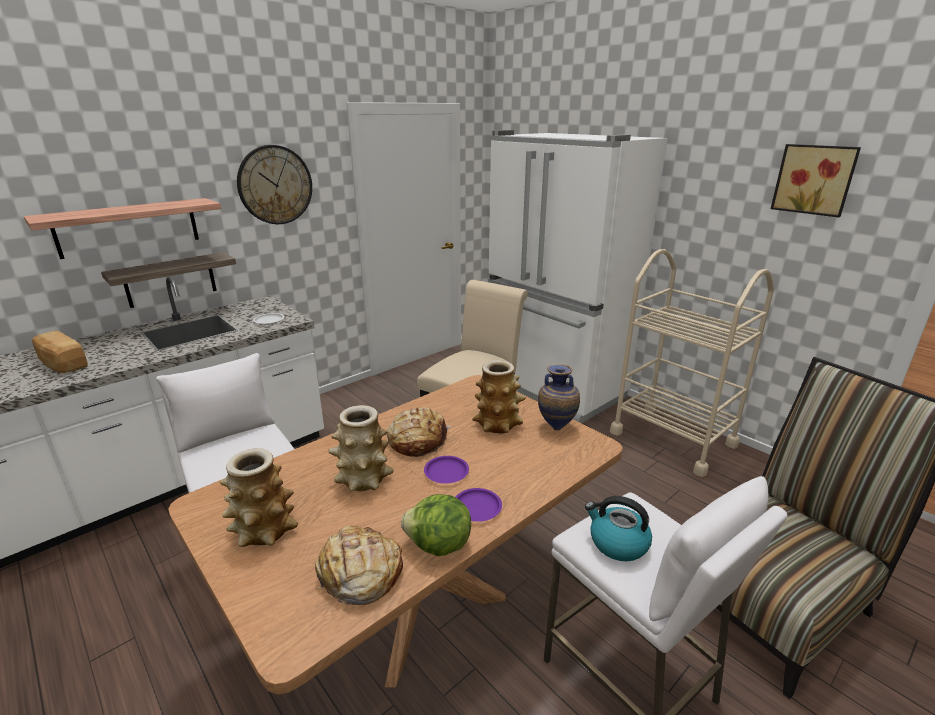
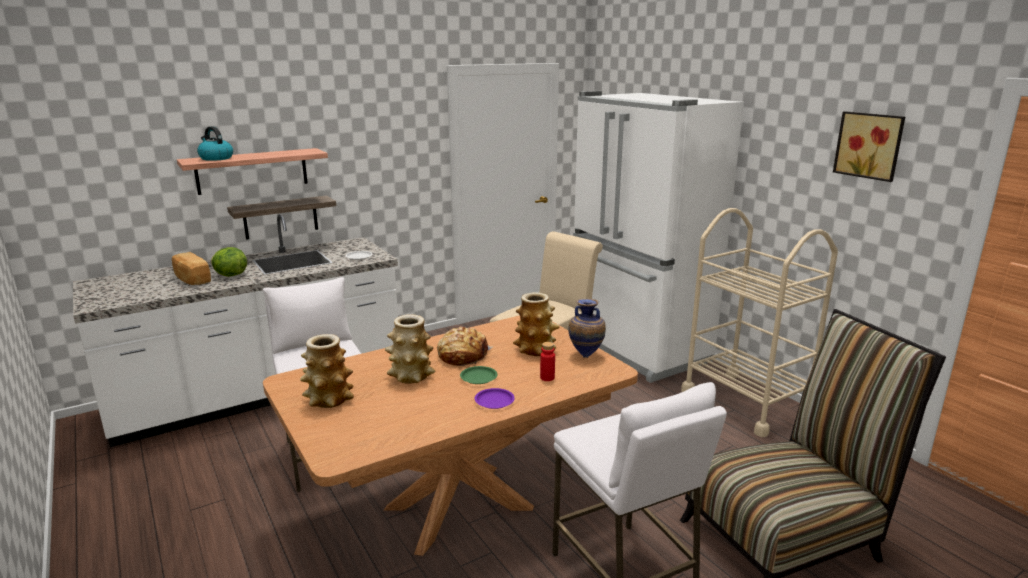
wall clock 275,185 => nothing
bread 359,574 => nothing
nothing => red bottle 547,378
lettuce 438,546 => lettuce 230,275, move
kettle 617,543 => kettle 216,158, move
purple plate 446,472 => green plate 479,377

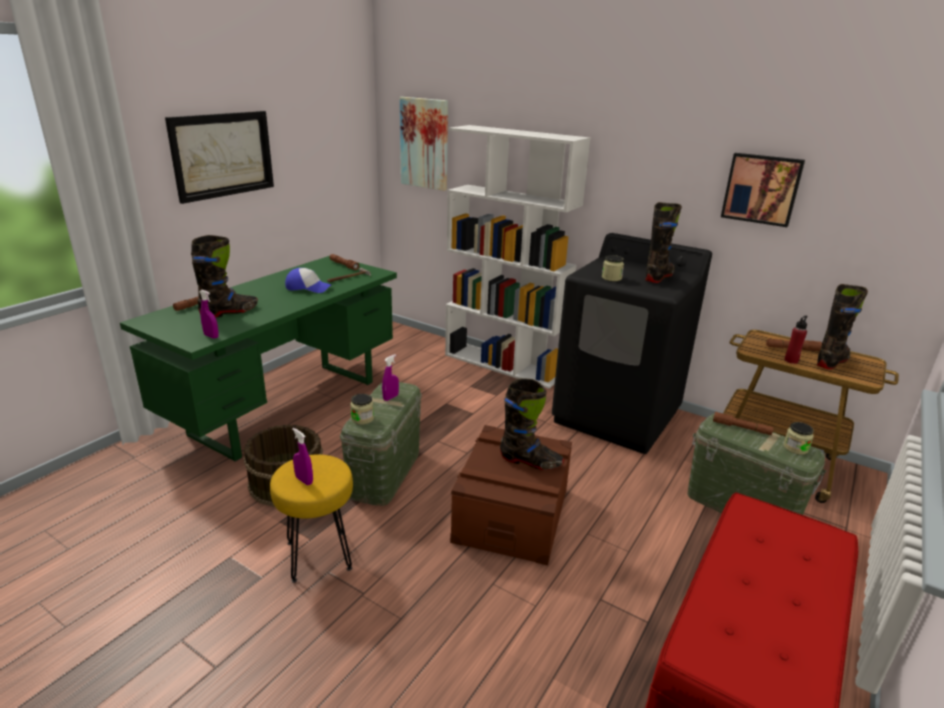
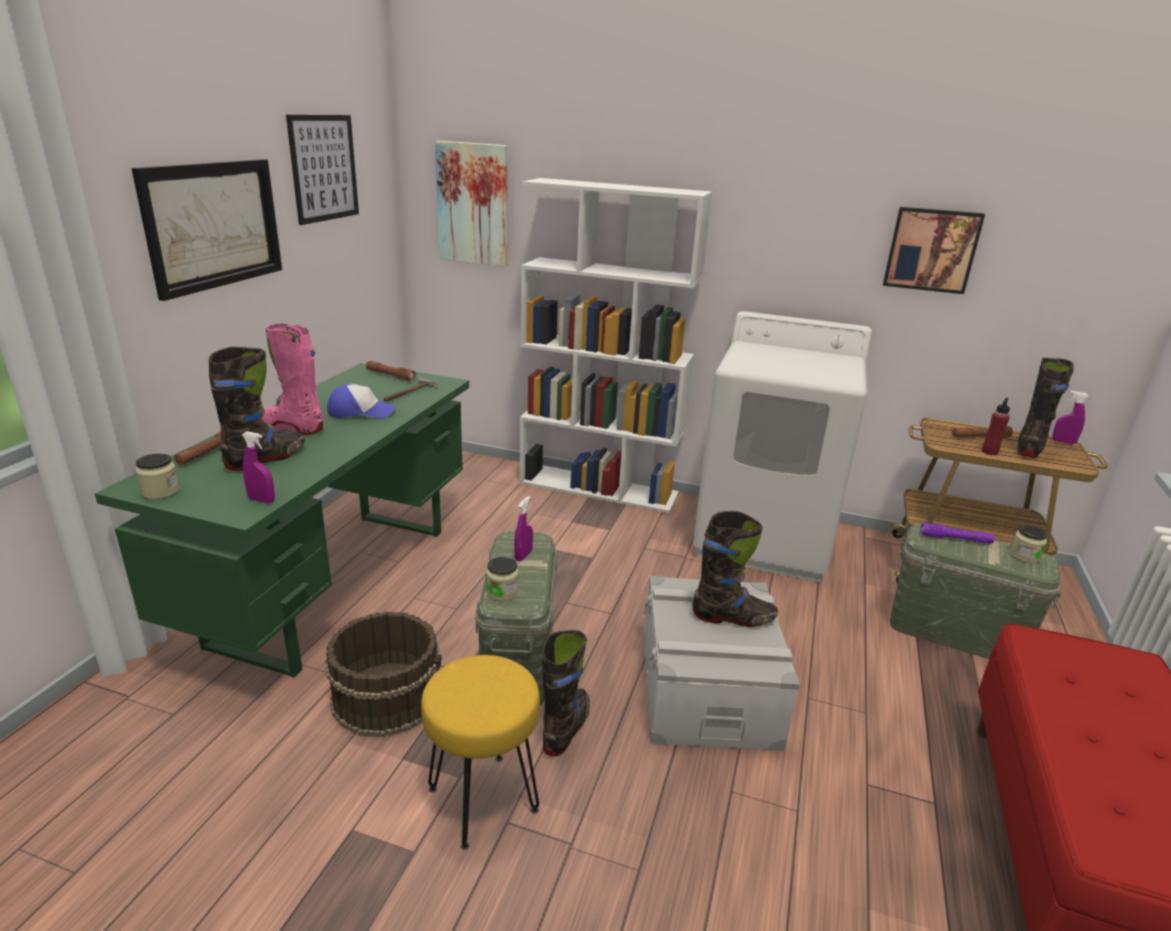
nothing => pink boot 290,427
nothing => picture 324,168
purple spray bottle 304,480 => purple spray bottle 1063,442, move
jar 611,278 => jar 160,491, move
black boot 659,277 => black boot 566,728, move
brown storage box 512,514 => grey storage box 707,689
black washing machine 617,416 => white washing machine 764,538
brown flashlight 741,428 => purple flashlight 955,539

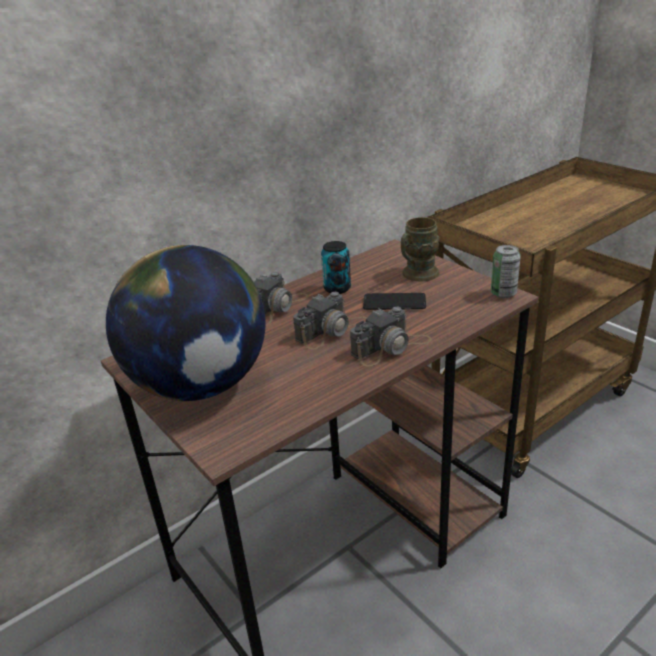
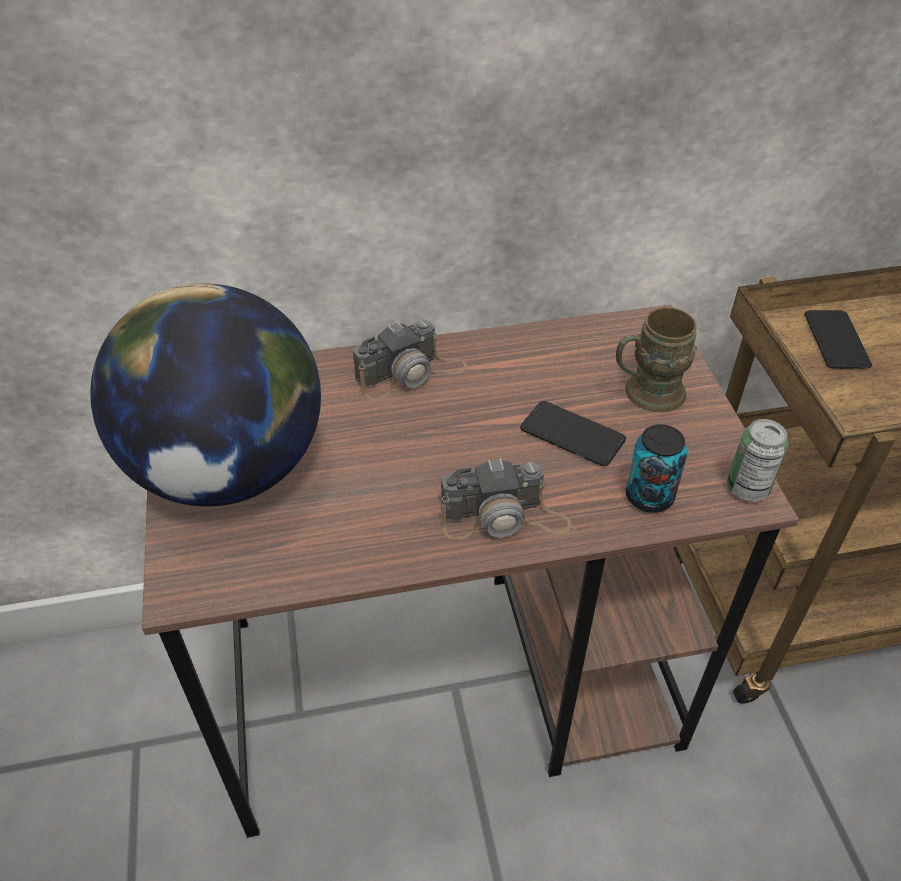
photo camera 332,330 => nothing
nothing => phone 836,340
can 337,288 => can 649,496, move

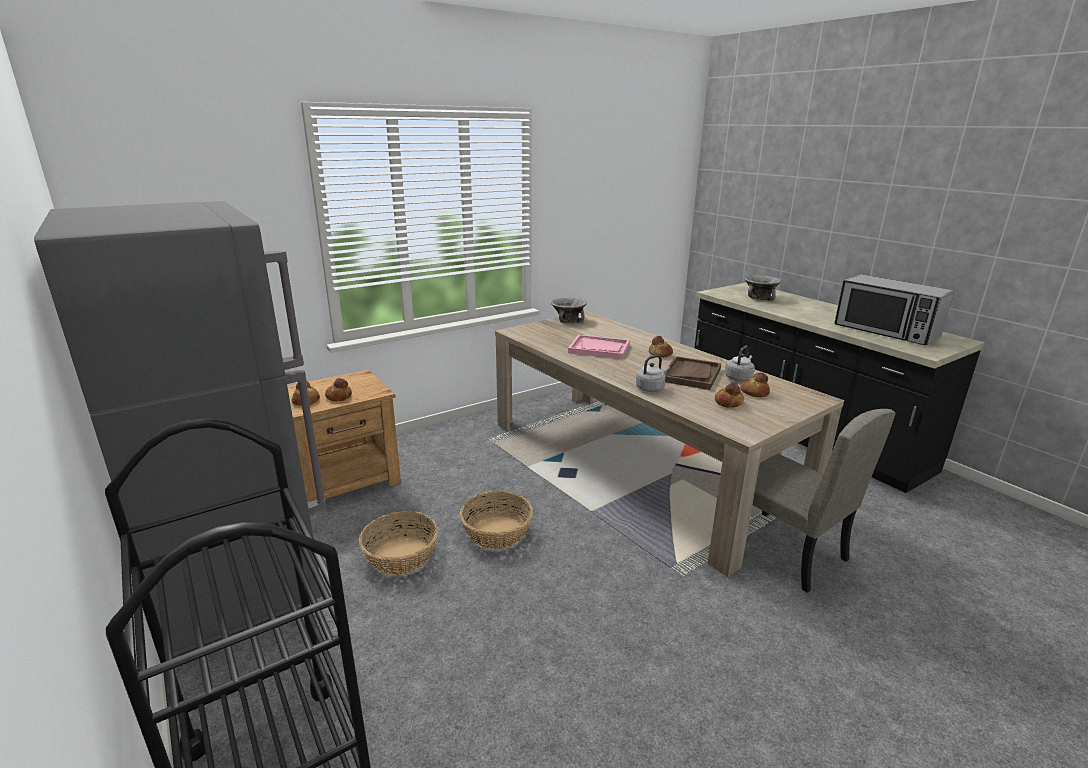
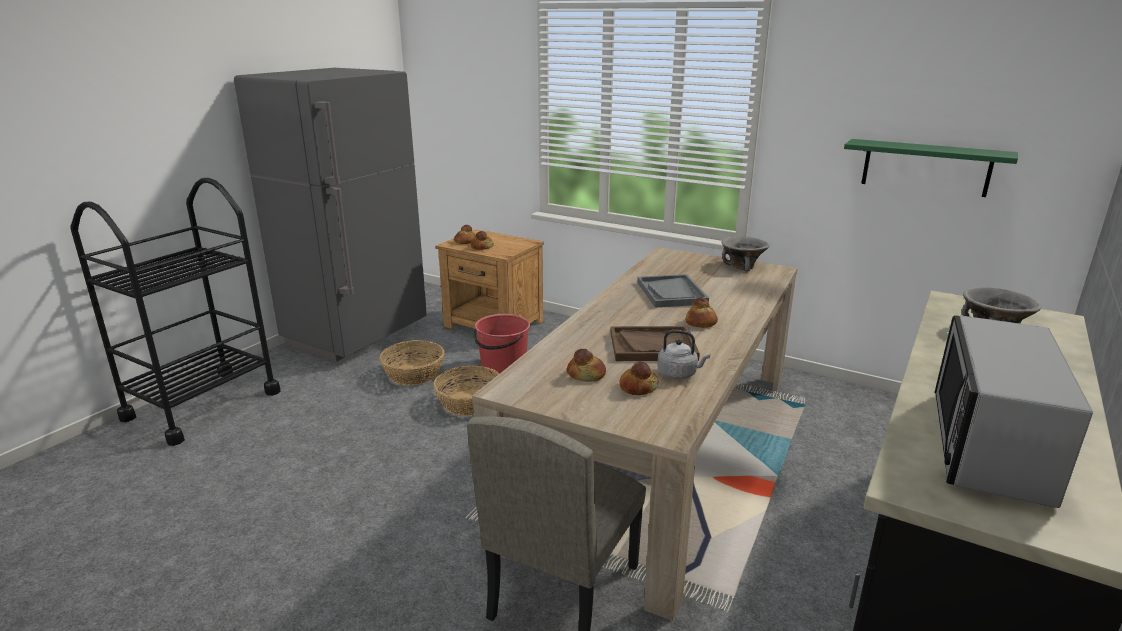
grey kettle 651,388 => nothing
nothing => red bucket 503,366
nothing => green shelf 925,167
pink tray 599,348 => grey tray 671,293

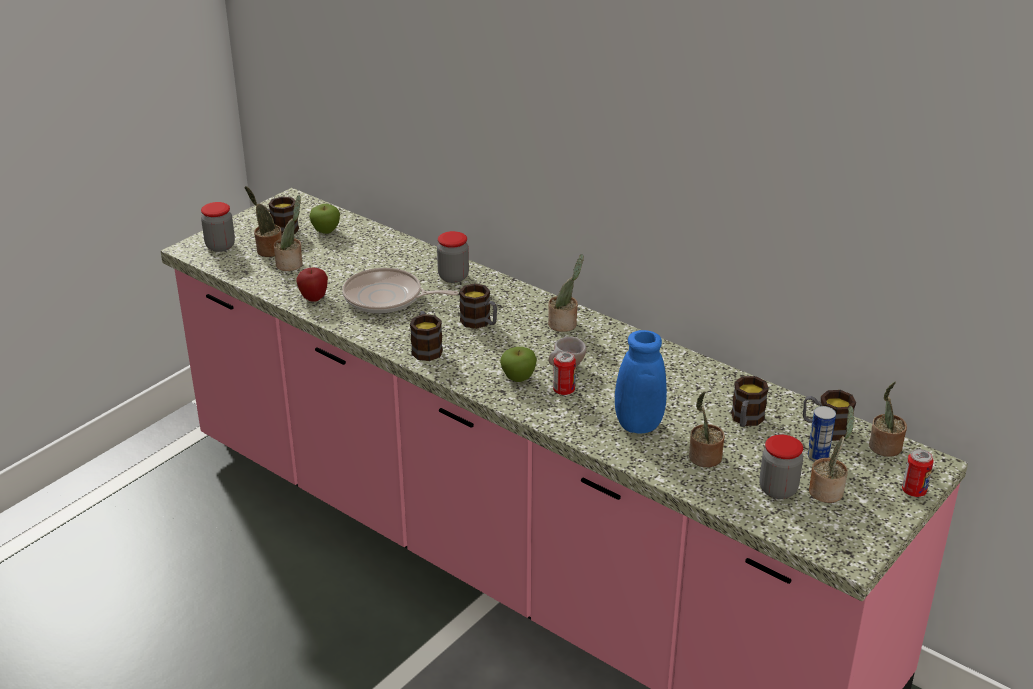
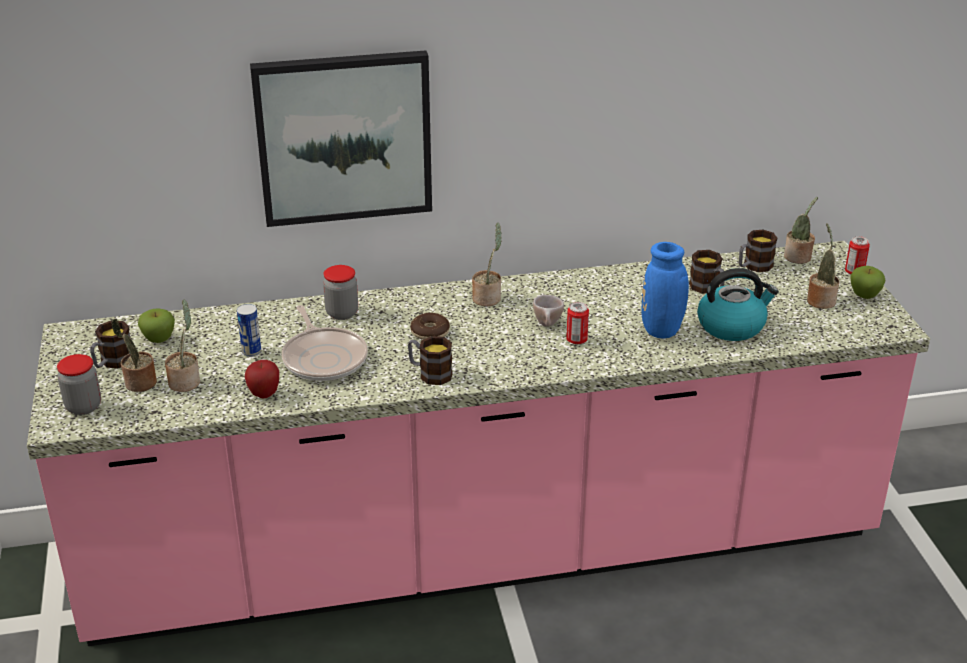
jar 778,489 => nothing
nothing => picture 344,137
apple 518,378 => apple 864,295, move
can 818,457 => can 251,351, move
mug 480,323 => donut 430,332
potted plant 703,458 => kettle 732,326
frying pan 387,298 => frying pan 324,358, 75 degrees counterclockwise

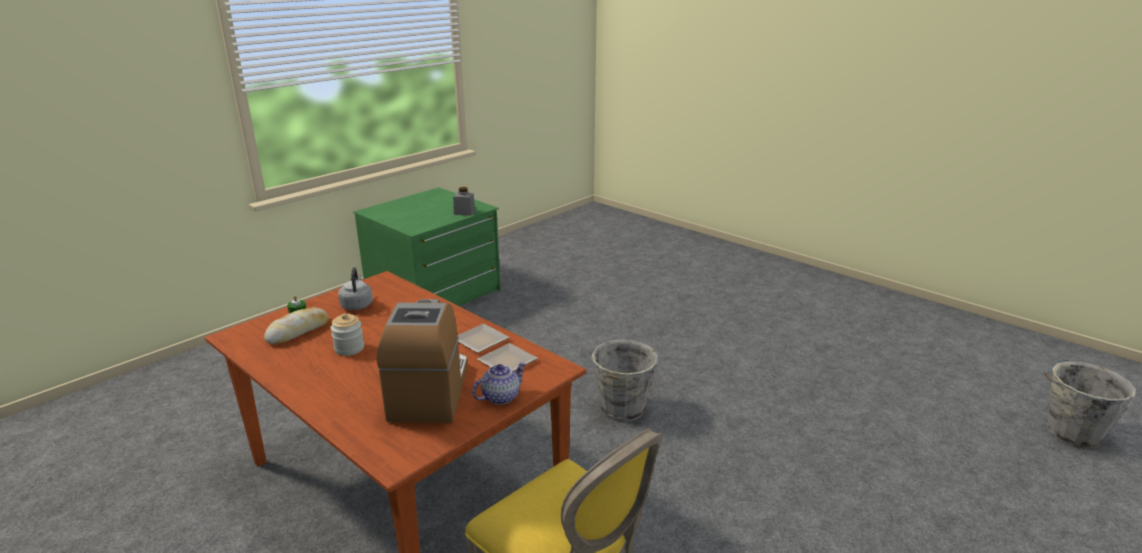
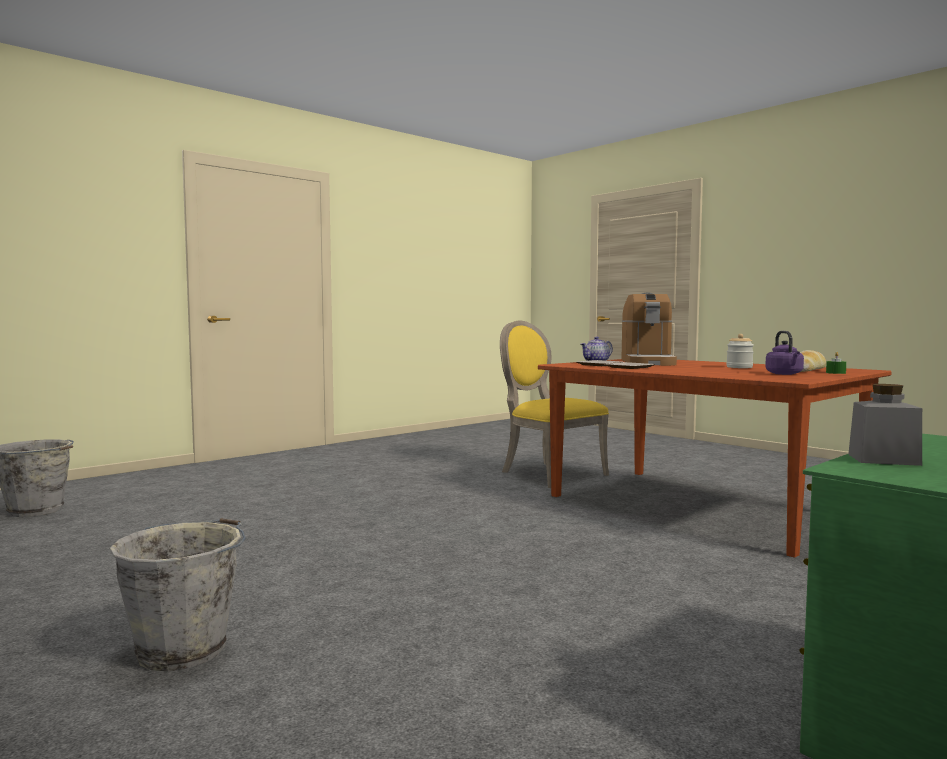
grey bucket 622,409 => grey bucket 185,649, move
grey kettle 357,305 => purple kettle 785,374

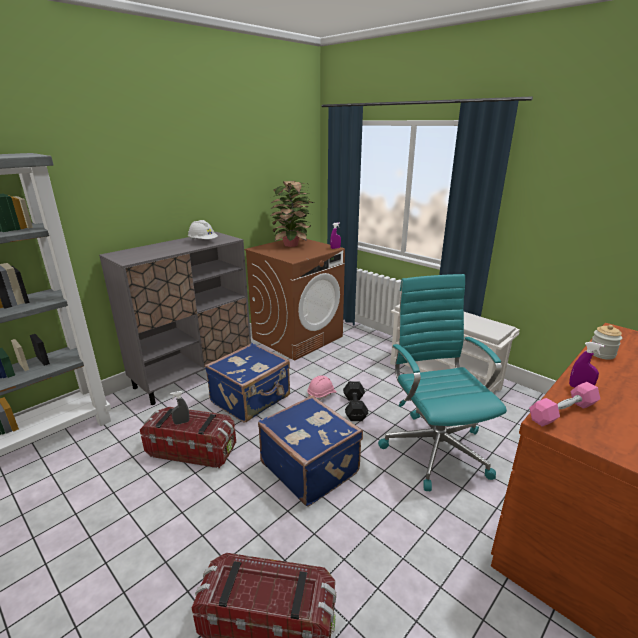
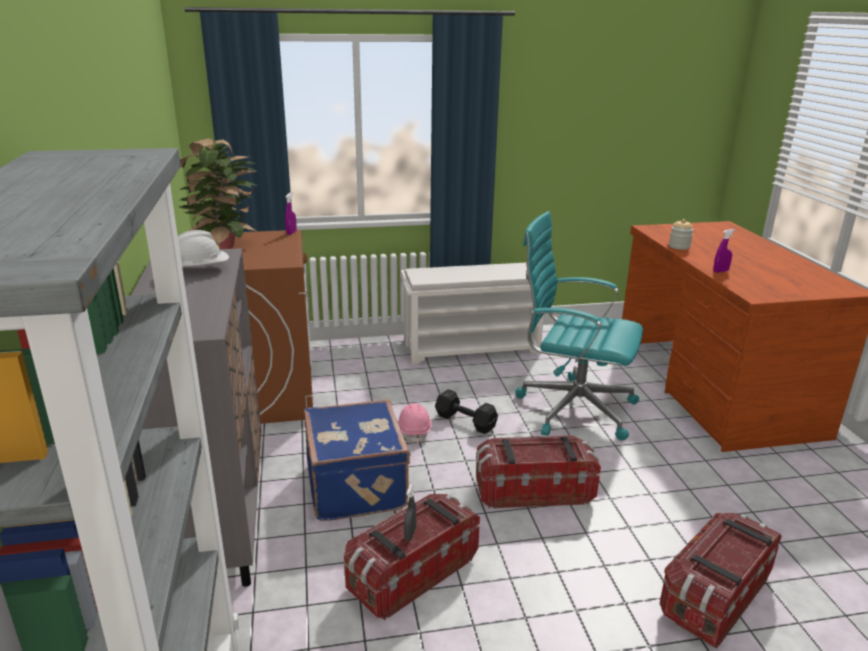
pink dumbbell 563,412 => nothing
blue suitcase 310,467 => storage box 533,490

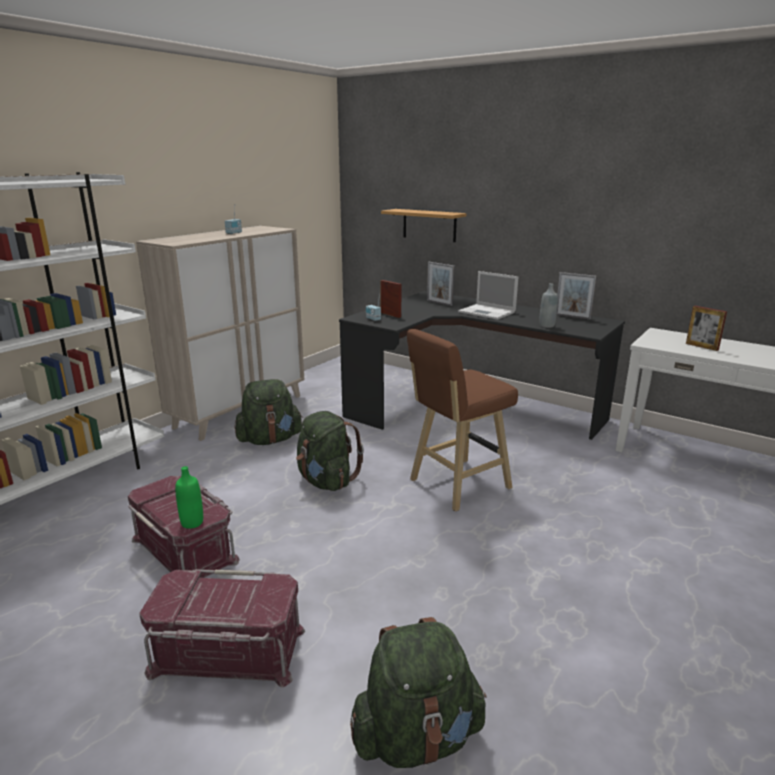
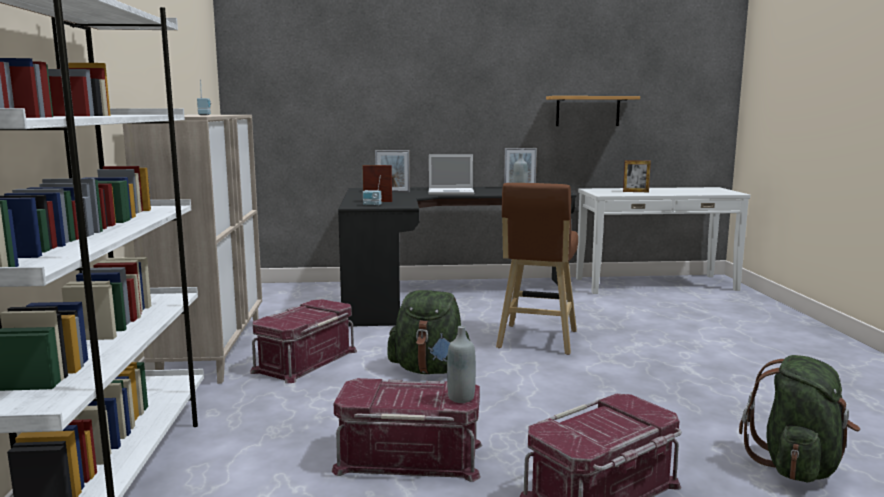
shelf 429,225 => shelf 587,111, move
green backpack 270,440 => red storage box 304,360
green bottle 192,522 => grey bottle 461,398

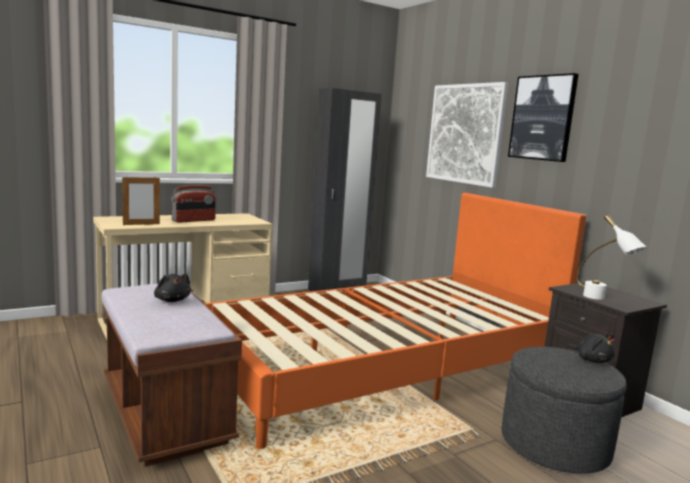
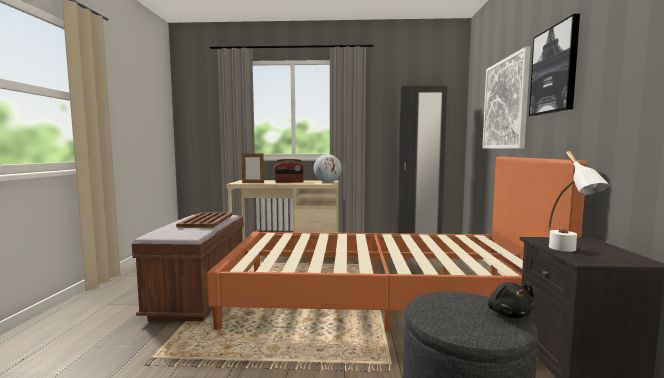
nothing => globe 327,182
black plush toy 172,300 => brown tray 207,220

